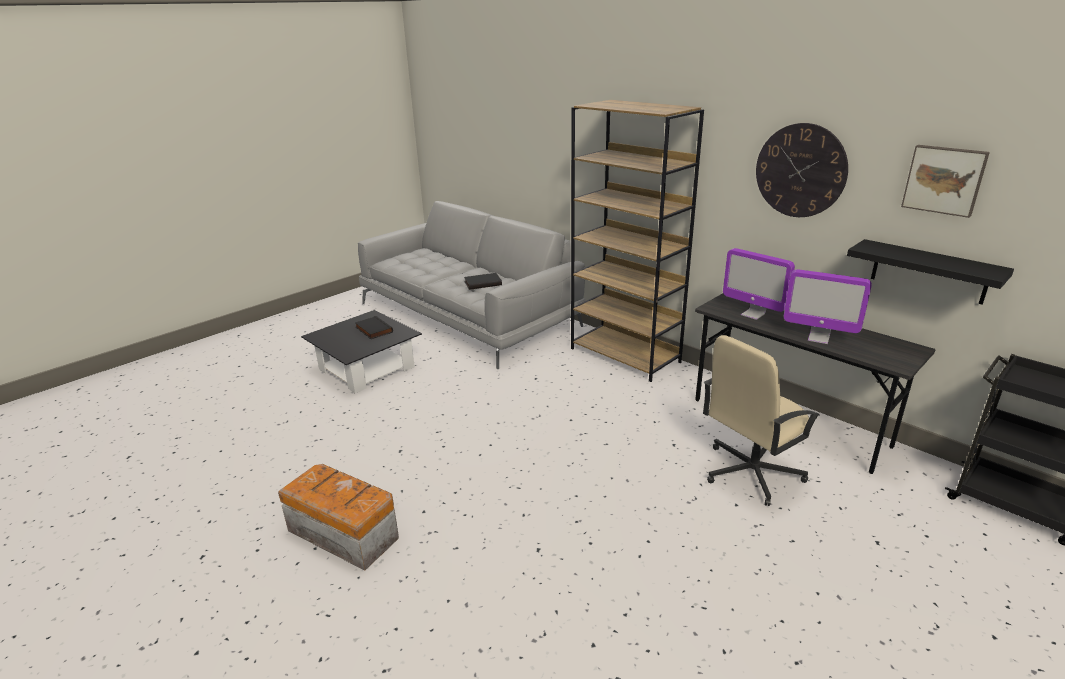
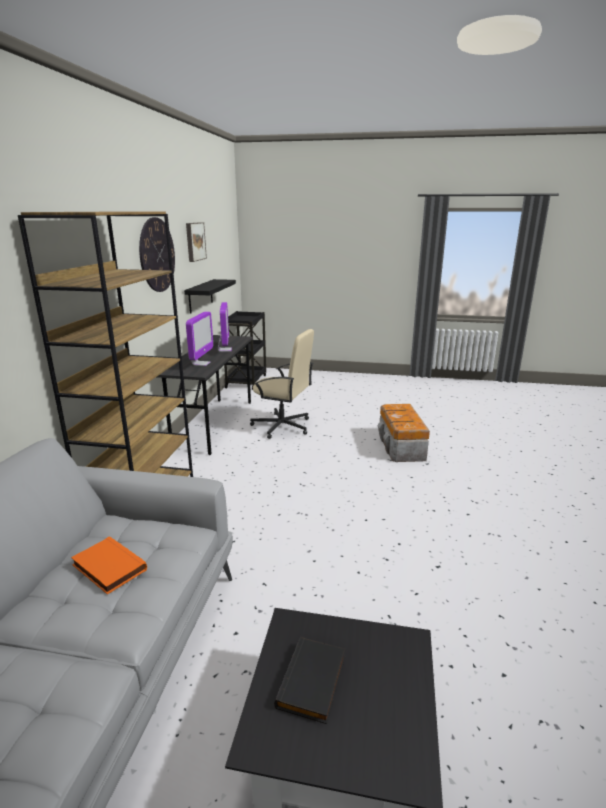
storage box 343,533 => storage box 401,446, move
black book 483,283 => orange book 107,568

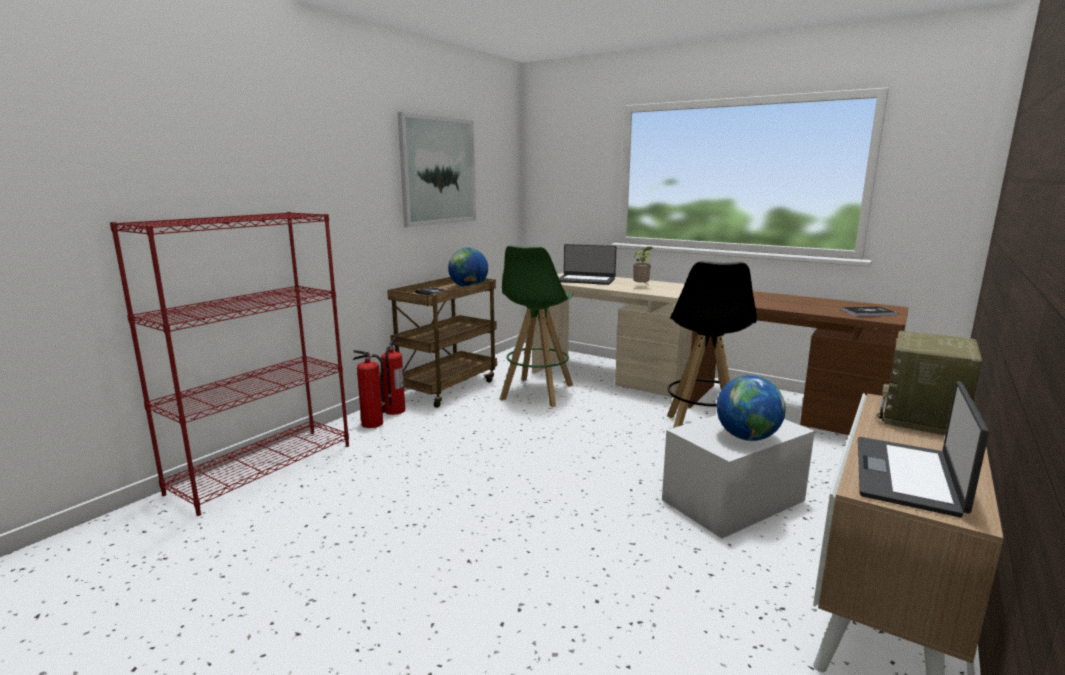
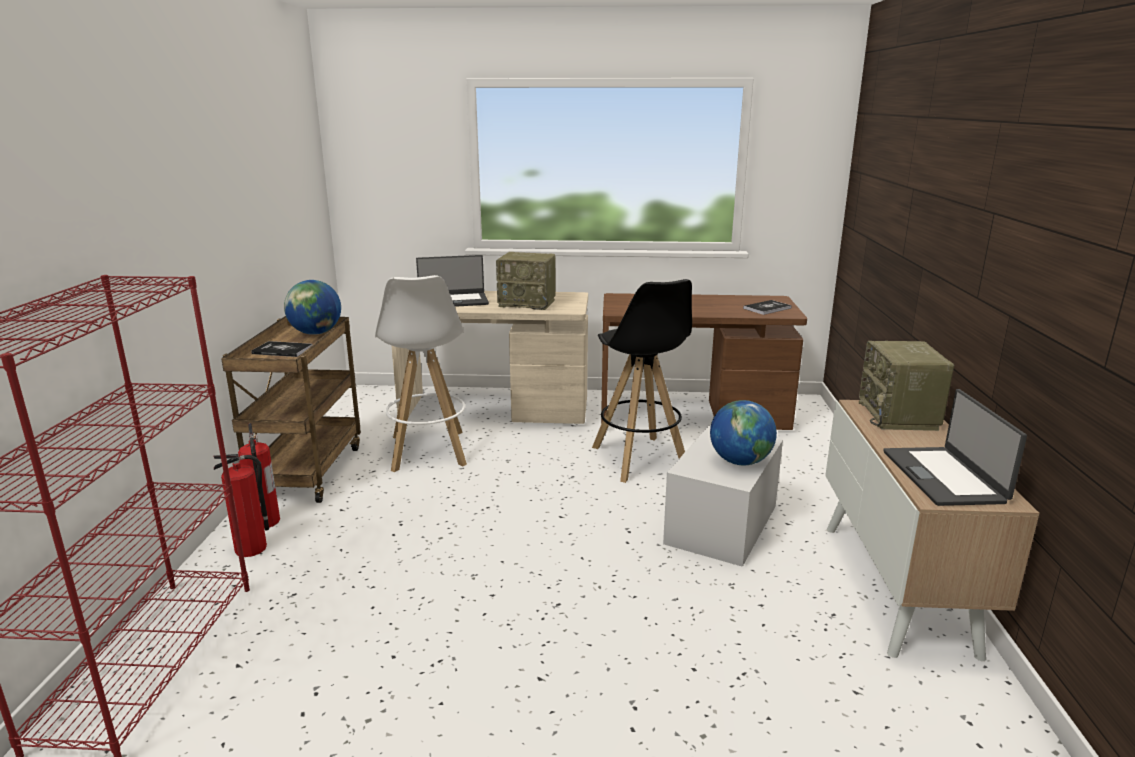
picture 438,171 => nothing
potted plant 642,287 => radio 528,303
green stool 536,392 => white stool 428,451

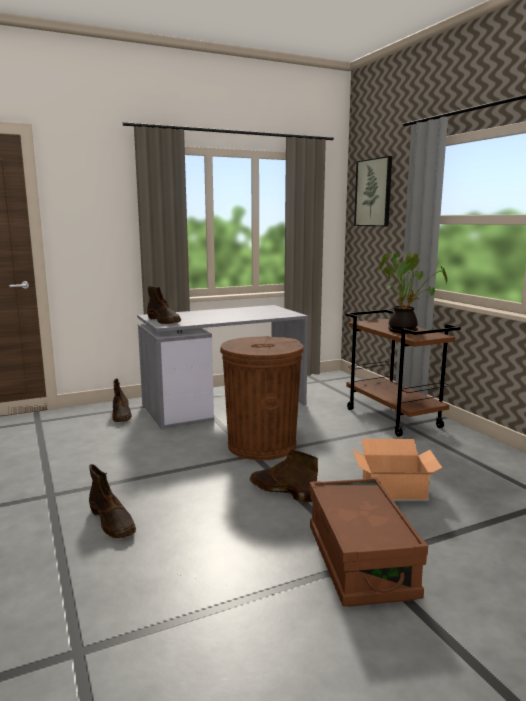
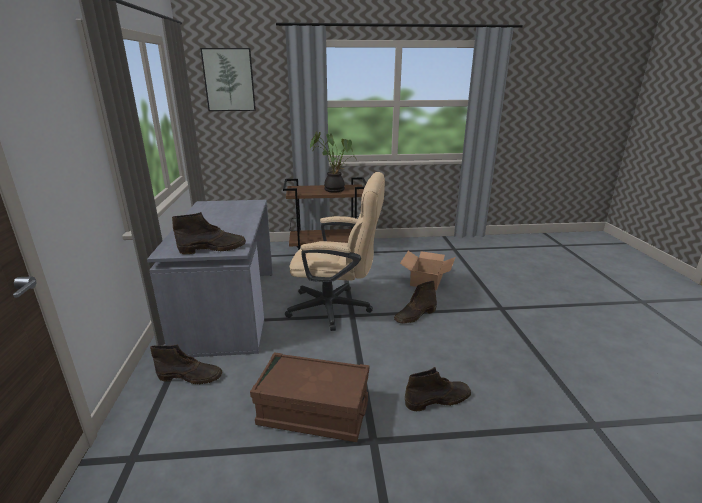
brown storage box 360,561 => brown storage box 313,413, move
brown trash can 261,445 => beige office chair 337,309

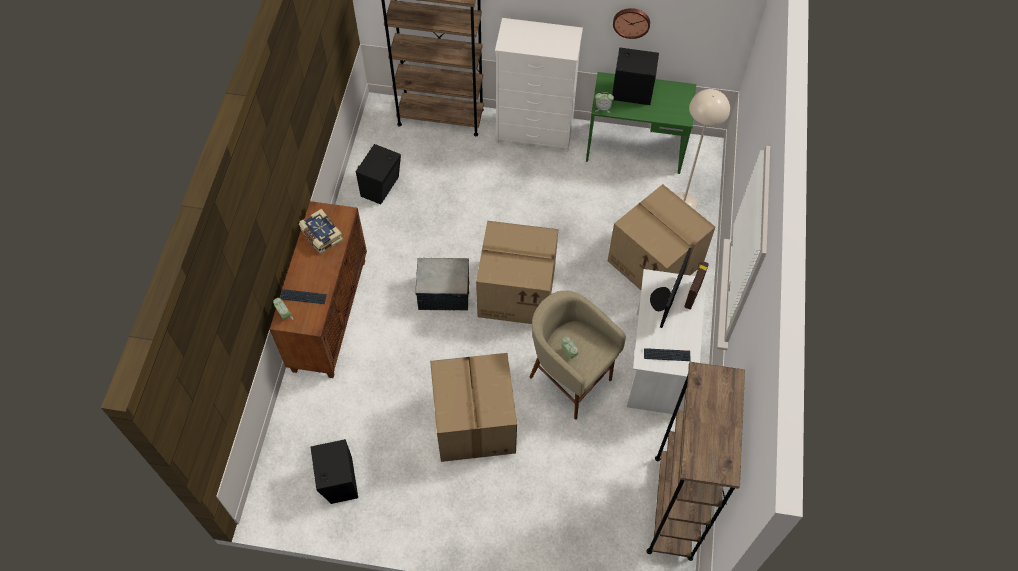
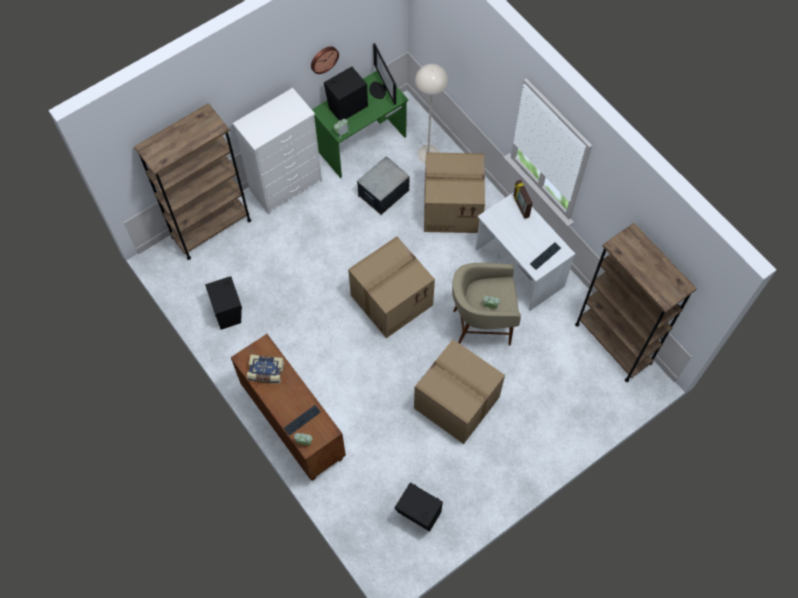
storage box 443,292 => storage box 383,193, move
monitor 664,300 => monitor 380,90, move

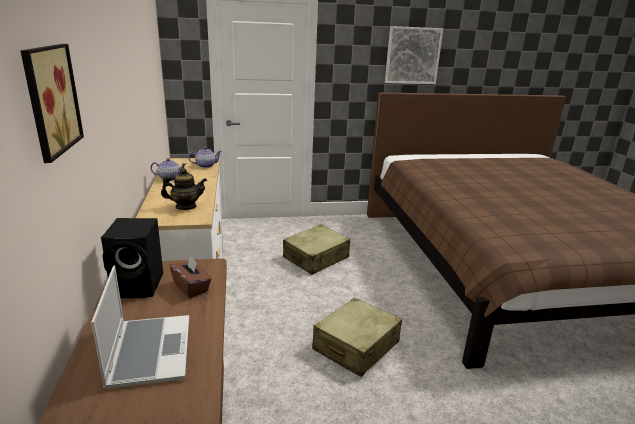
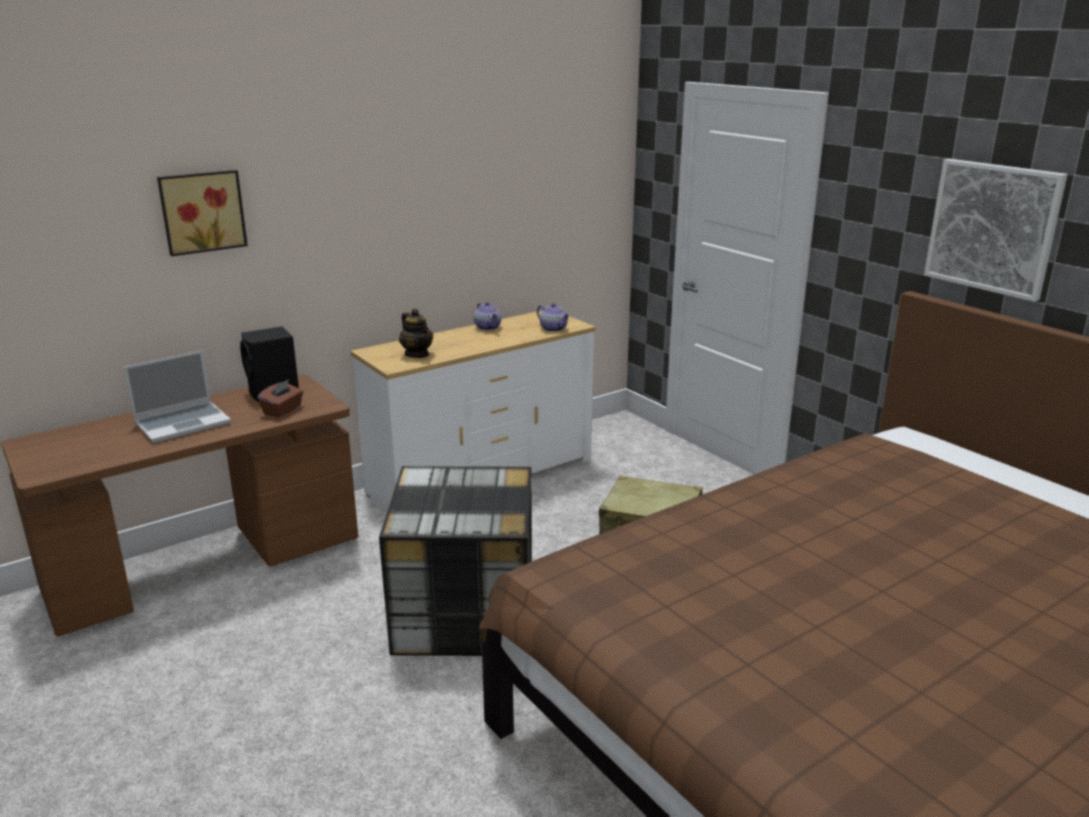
beige suitcase 356,346 => storage box 463,614

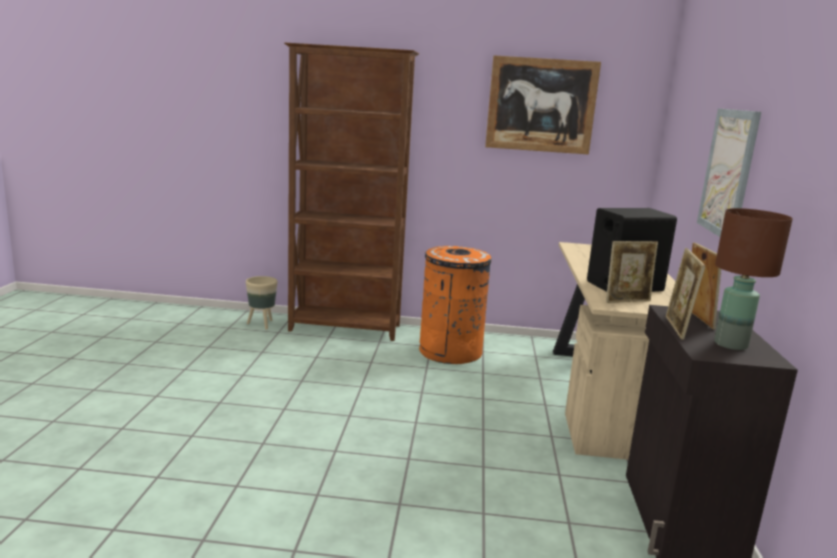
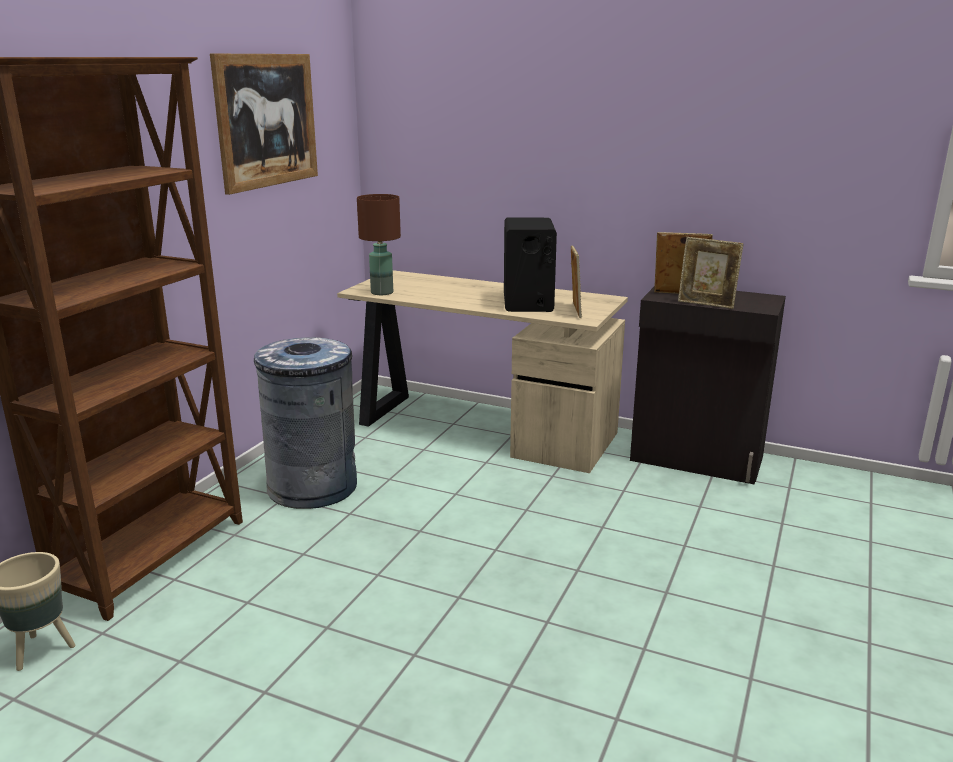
picture 728,173 => nothing
brown table lamp 730,345 => brown table lamp 382,293, move
orange trash can 450,351 => grey trash can 313,487

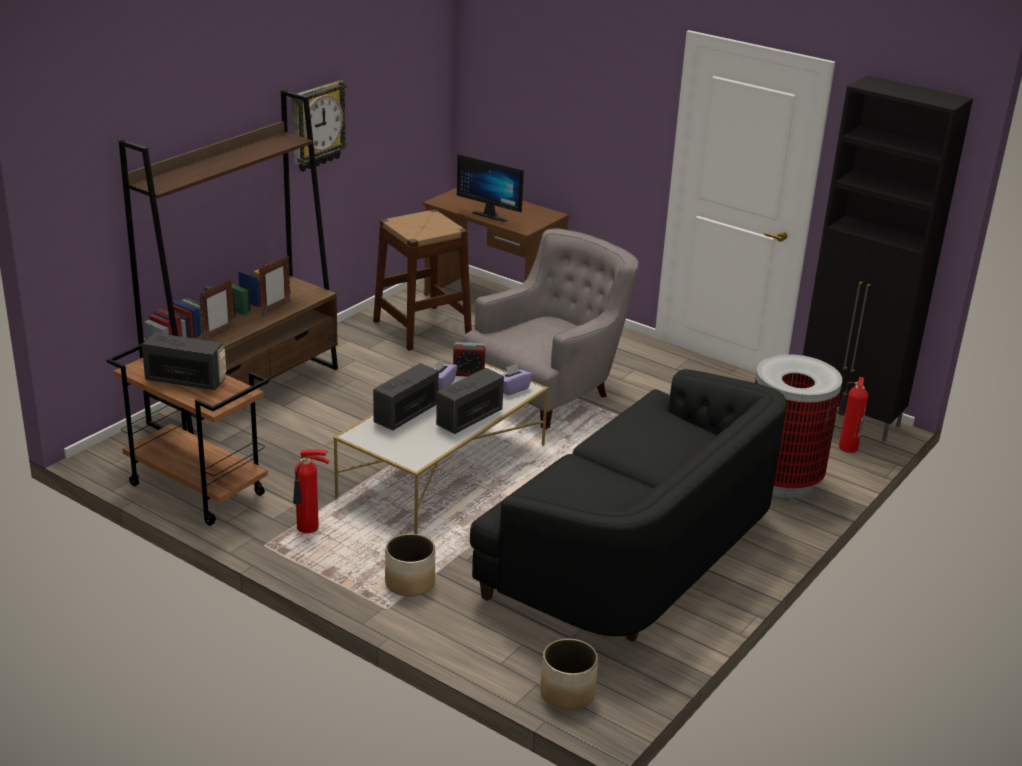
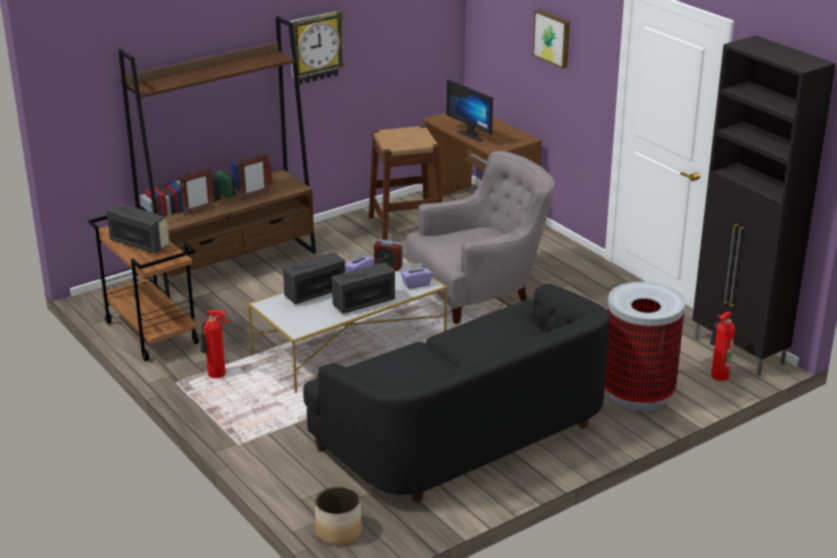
planter 409,583 => nothing
nothing => picture 553,38

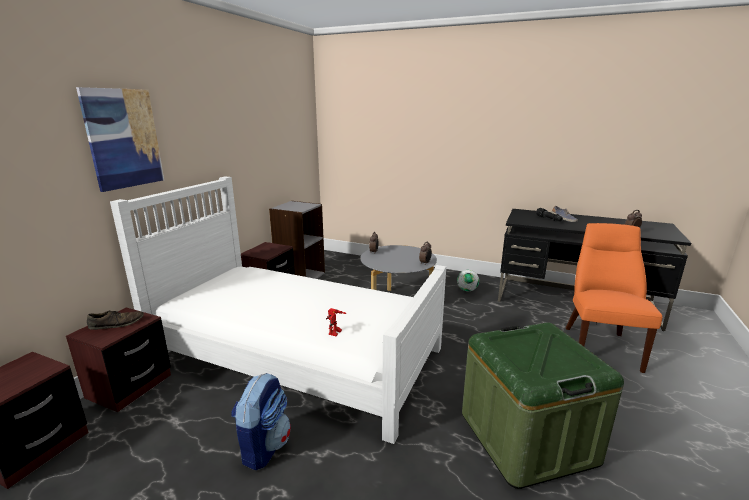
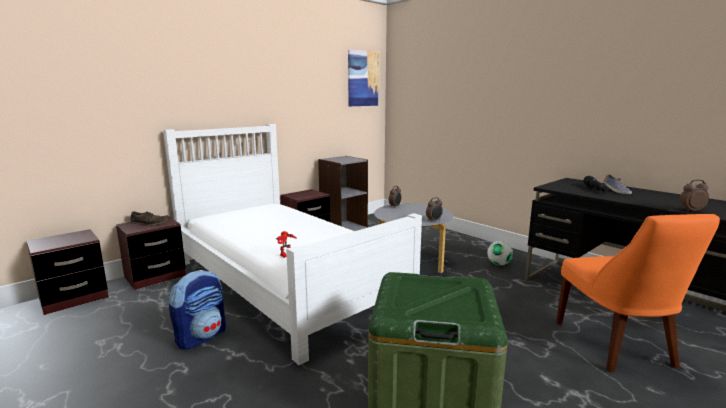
picture 123,138 => picture 363,78, move
orange chair 599,346 => orange chair 616,346, 135 degrees clockwise

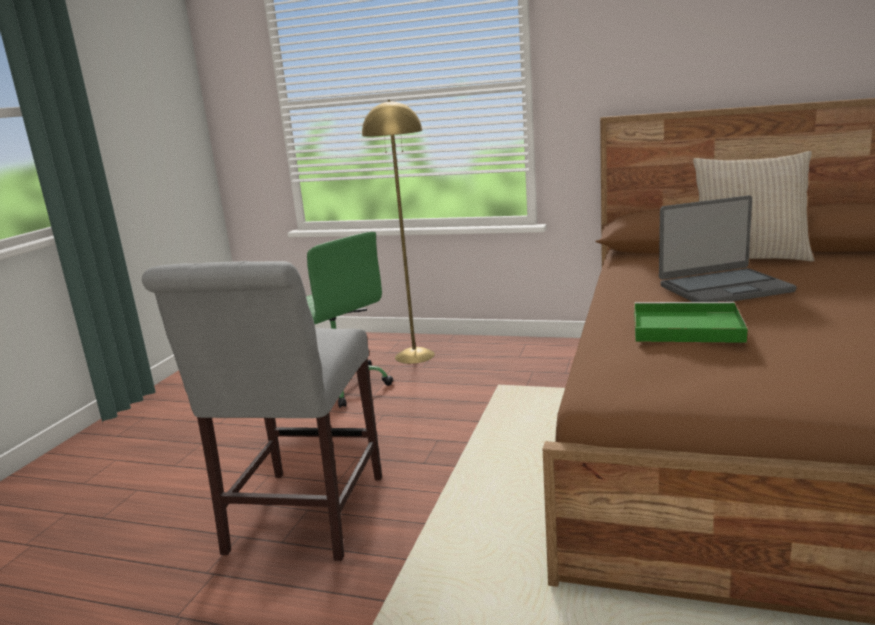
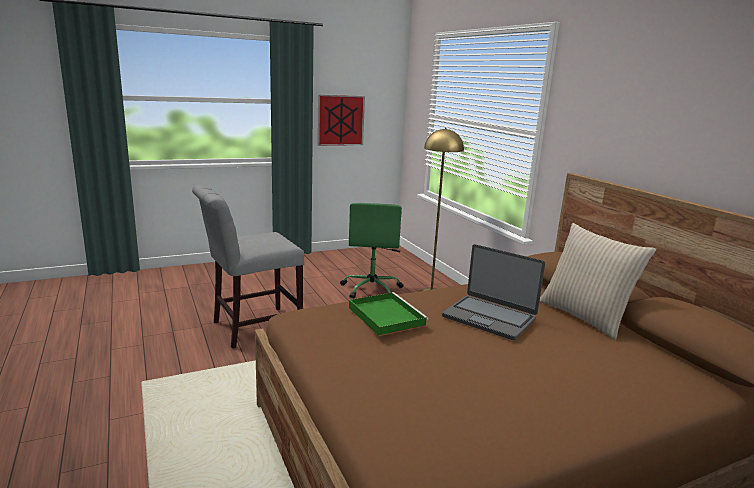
nothing => picture 340,120

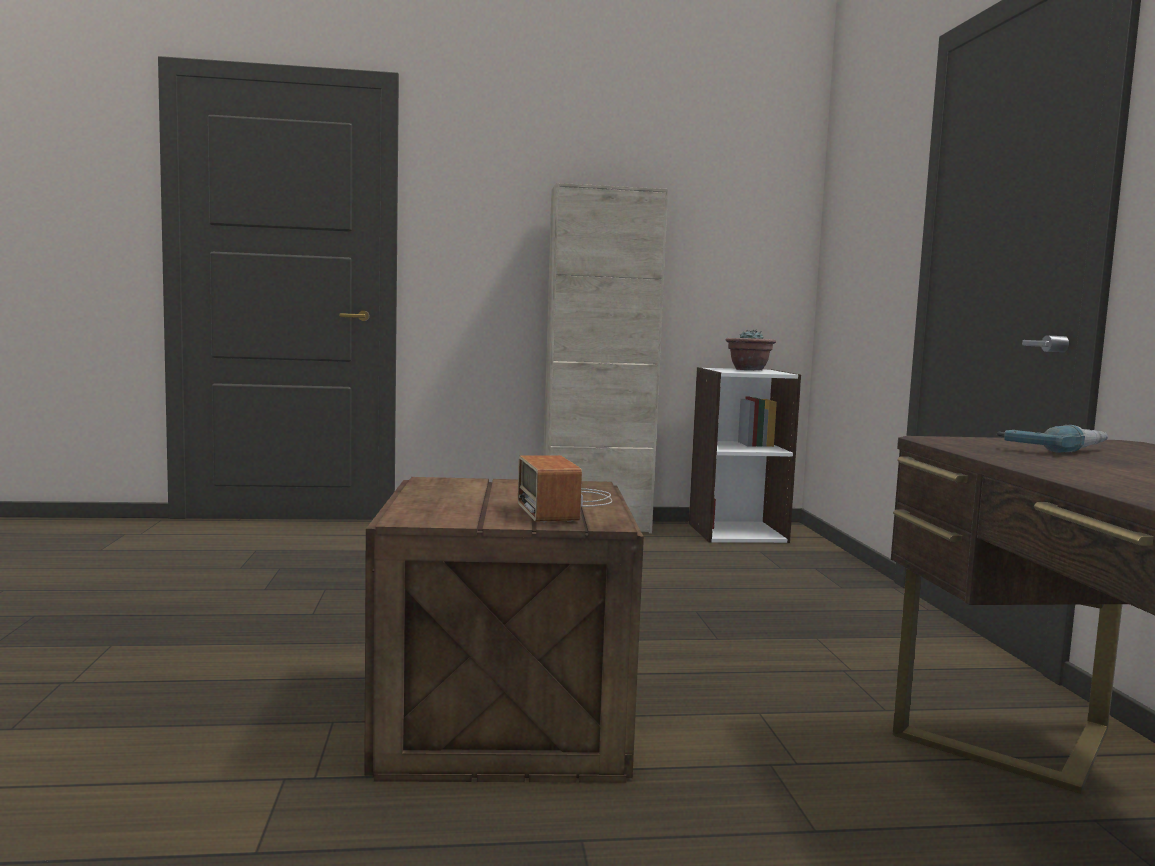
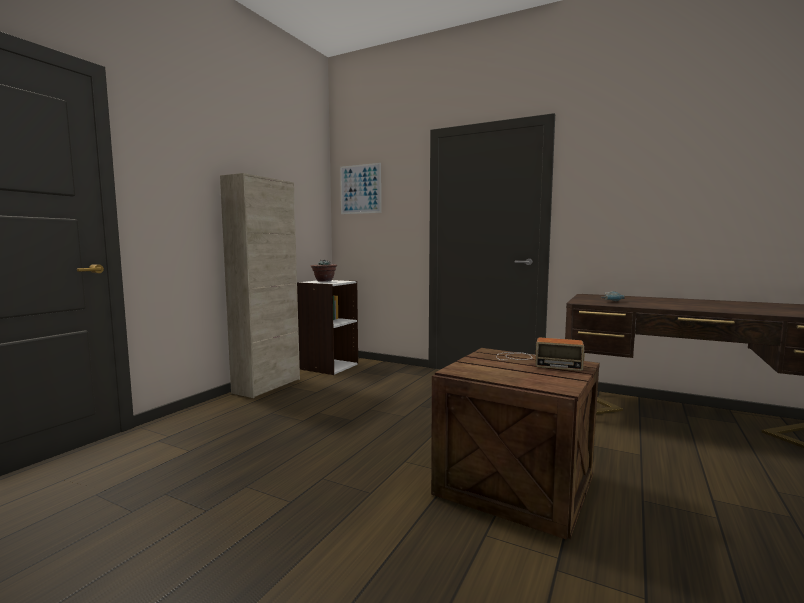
nothing => picture 360,189

